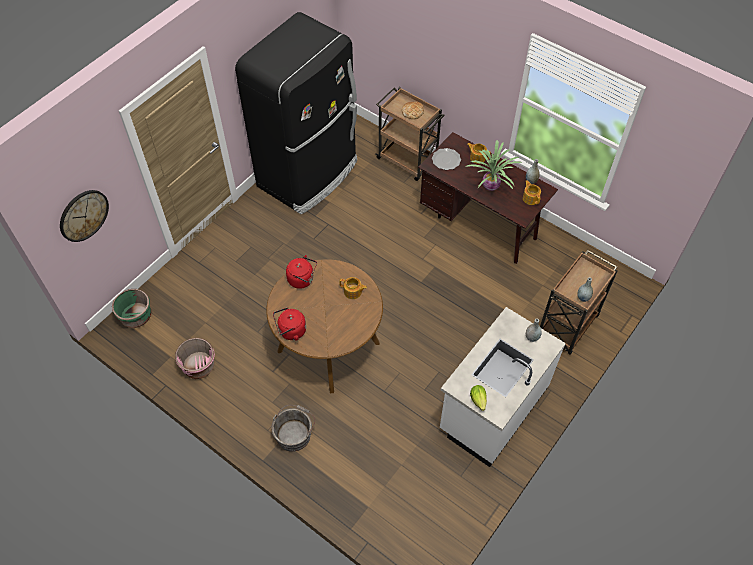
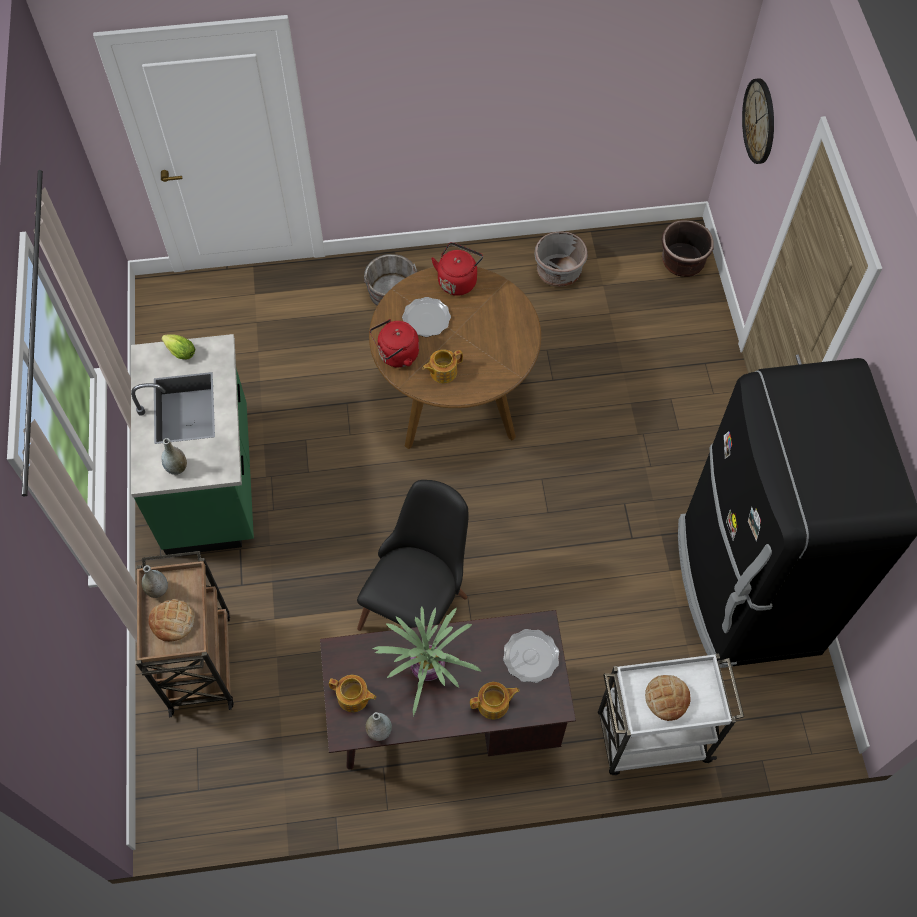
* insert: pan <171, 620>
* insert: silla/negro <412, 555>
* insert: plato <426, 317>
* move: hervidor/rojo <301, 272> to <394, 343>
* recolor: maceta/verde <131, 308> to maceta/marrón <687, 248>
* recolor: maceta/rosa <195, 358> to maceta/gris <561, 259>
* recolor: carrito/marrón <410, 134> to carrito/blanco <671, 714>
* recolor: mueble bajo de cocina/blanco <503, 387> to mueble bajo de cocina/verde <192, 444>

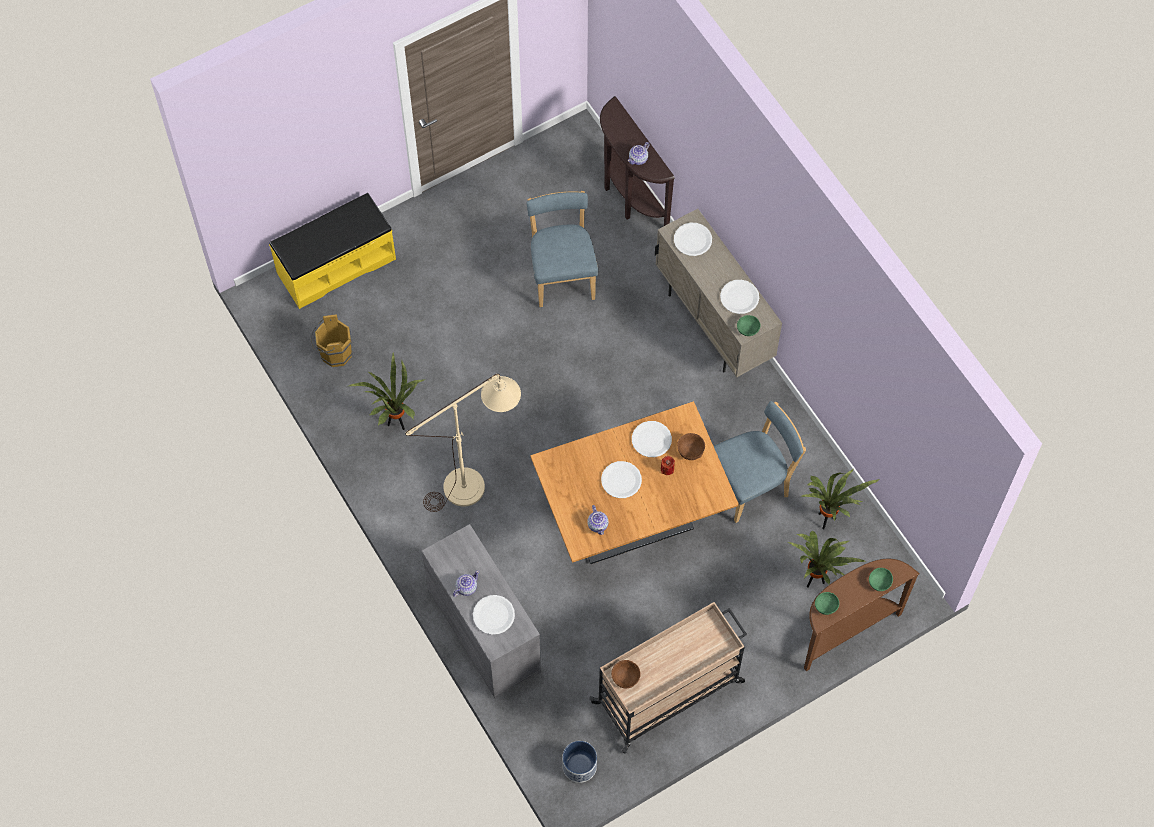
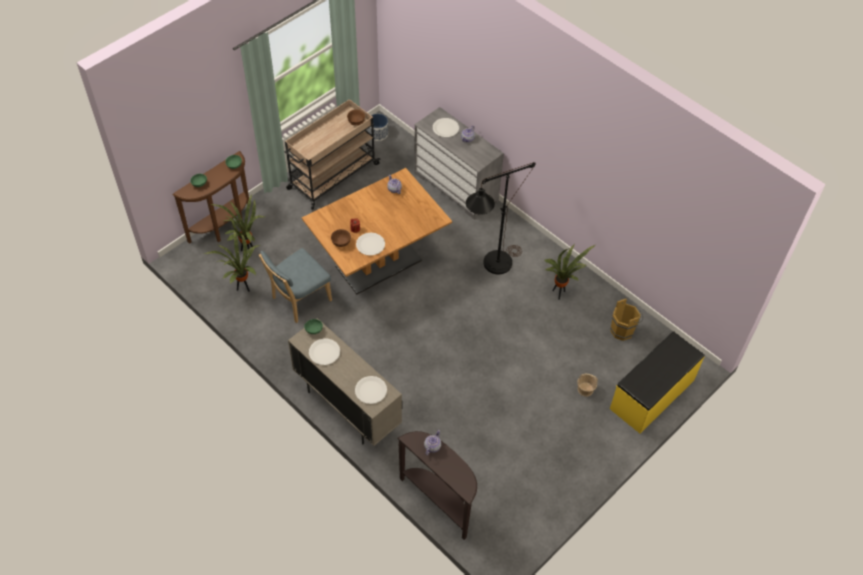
* delete: silla/azul <562, 249>
* delete: plato/blanco <621, 479>
* insert: cesta <587, 385>
* recolor: lámpara de pie/beis <463, 443> to lámpara de pie/negro <501, 218>

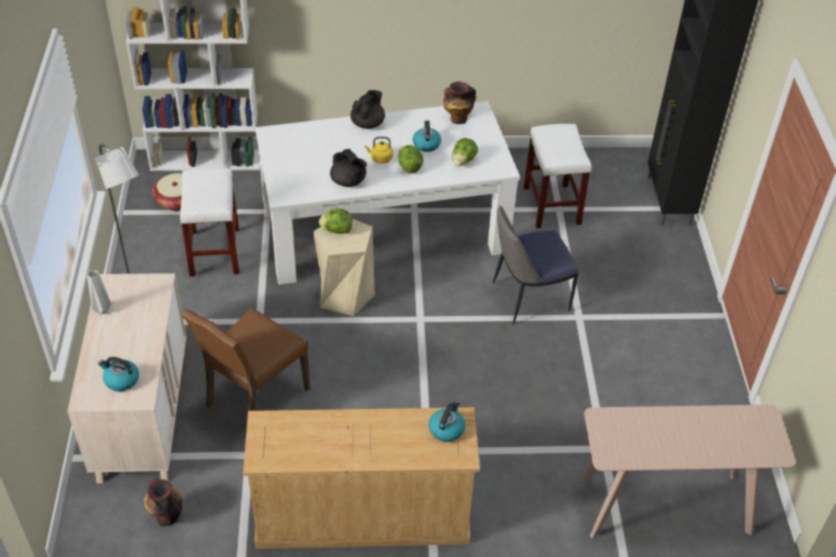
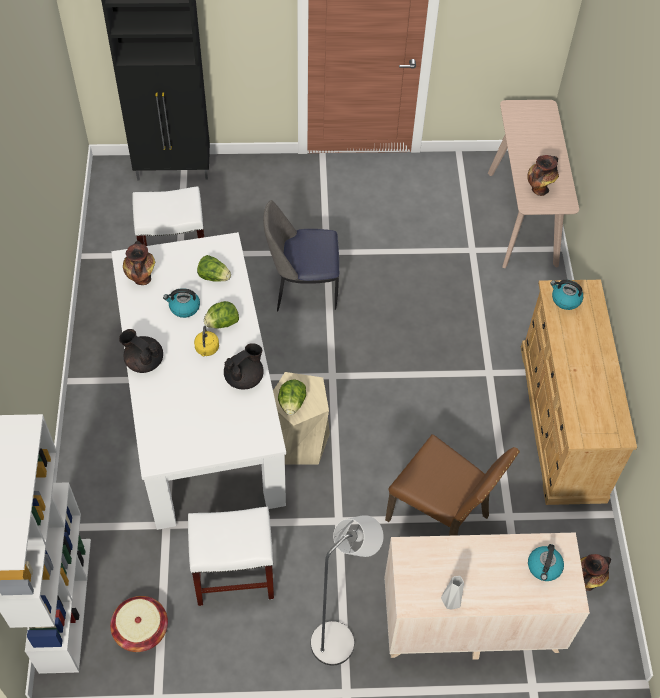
* insert: florero <543, 175>
* rotate: silla <536, 265> = <301, 256> 105 degrees clockwise

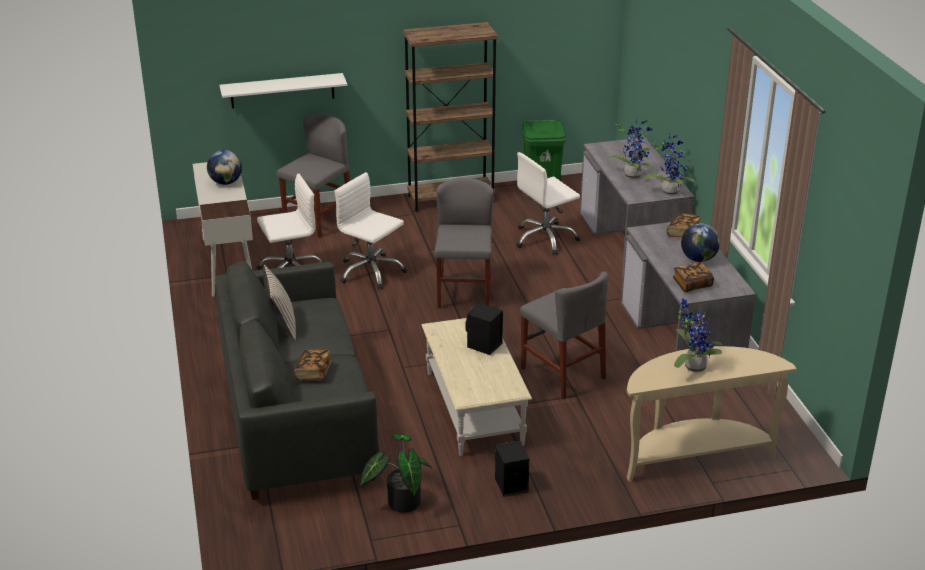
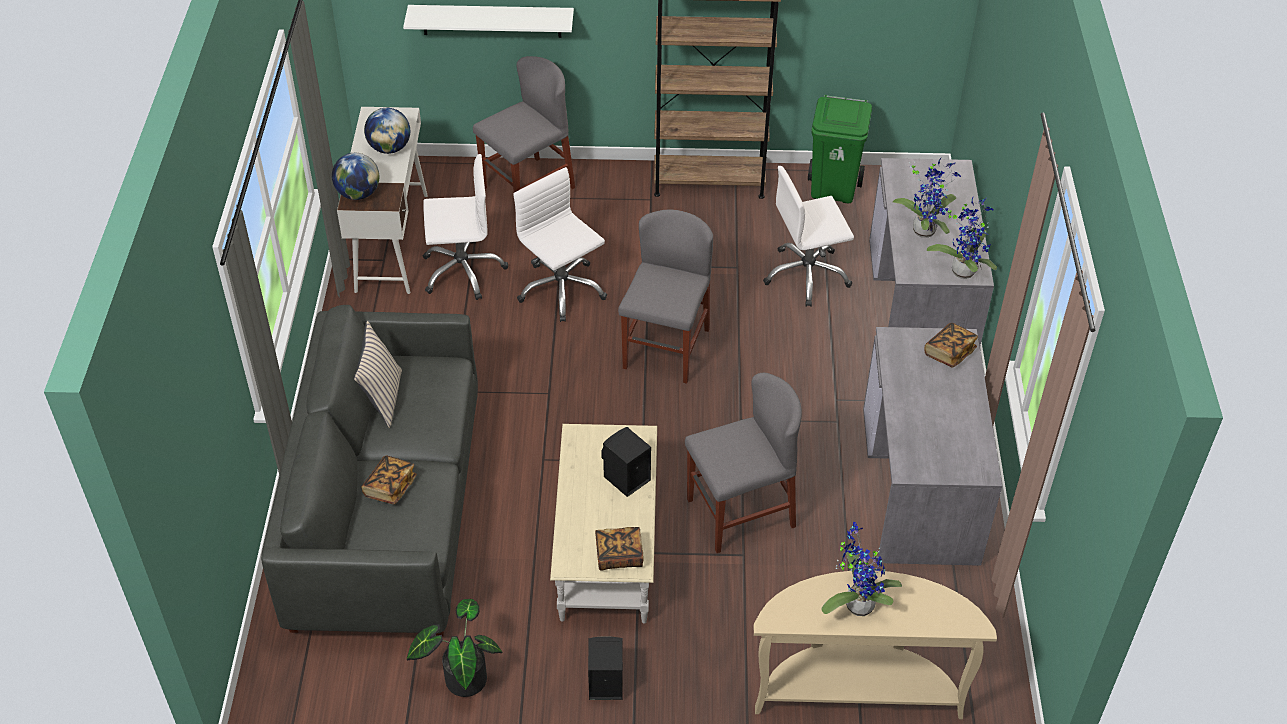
* move: libro <693, 277> to <619, 549>
* move: globo terráqueo <700, 243> to <355, 176>
* rotate: silla/gris <564, 335> = <743, 463> 90 degrees counterclockwise

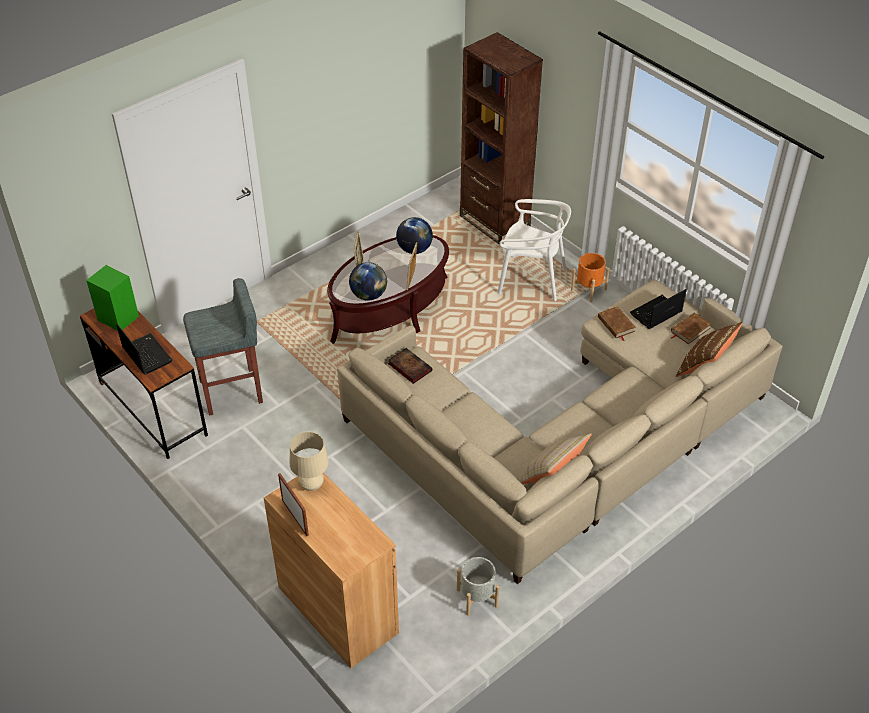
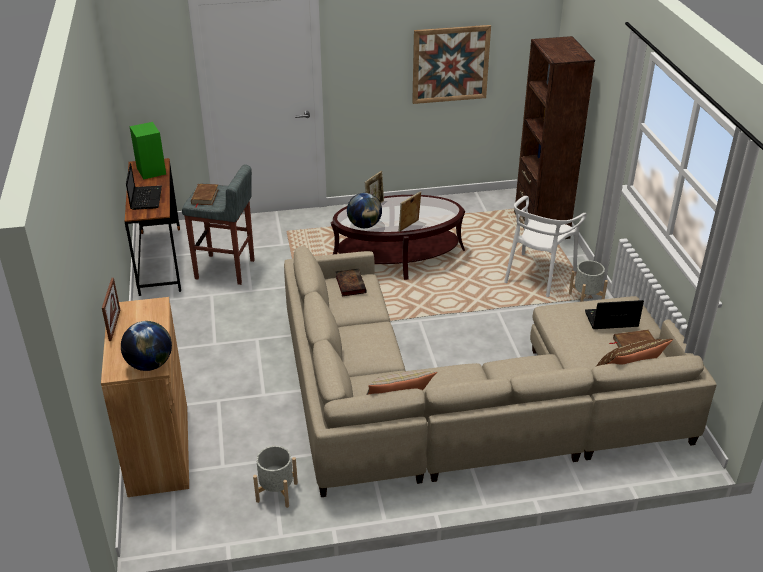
* delete: lámpara de mesa/beis <309, 461>
* insert: cuadro <451, 64>
* move: globo terráqueo <414, 235> to <146, 346>
* move: libro/marrón <617, 323> to <205, 196>
* recolor: maceta/naranja <590, 277> to maceta/gris <588, 281>
* rotate: silla/blanco <534, 250> = <545, 246> 75 degrees clockwise

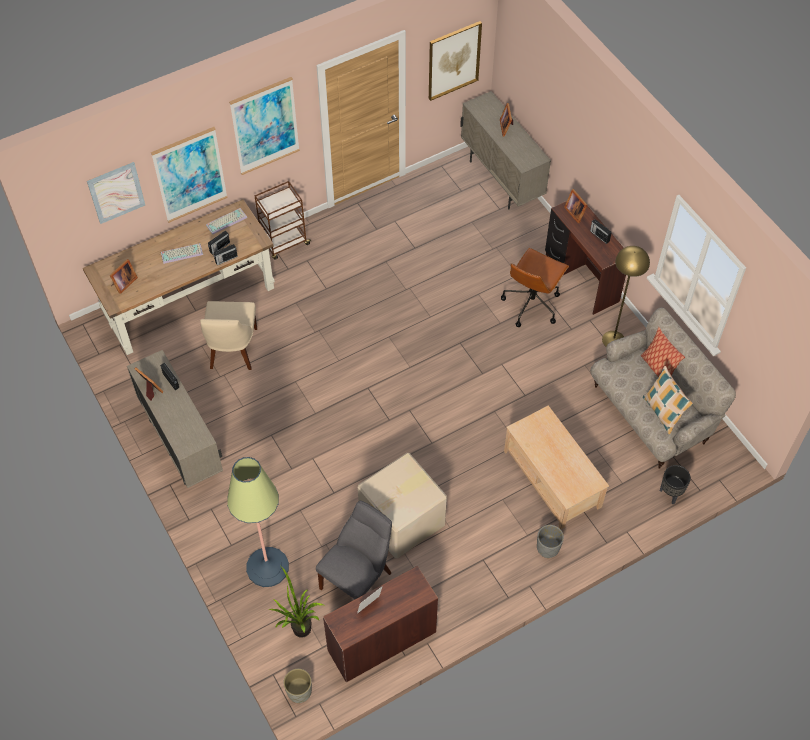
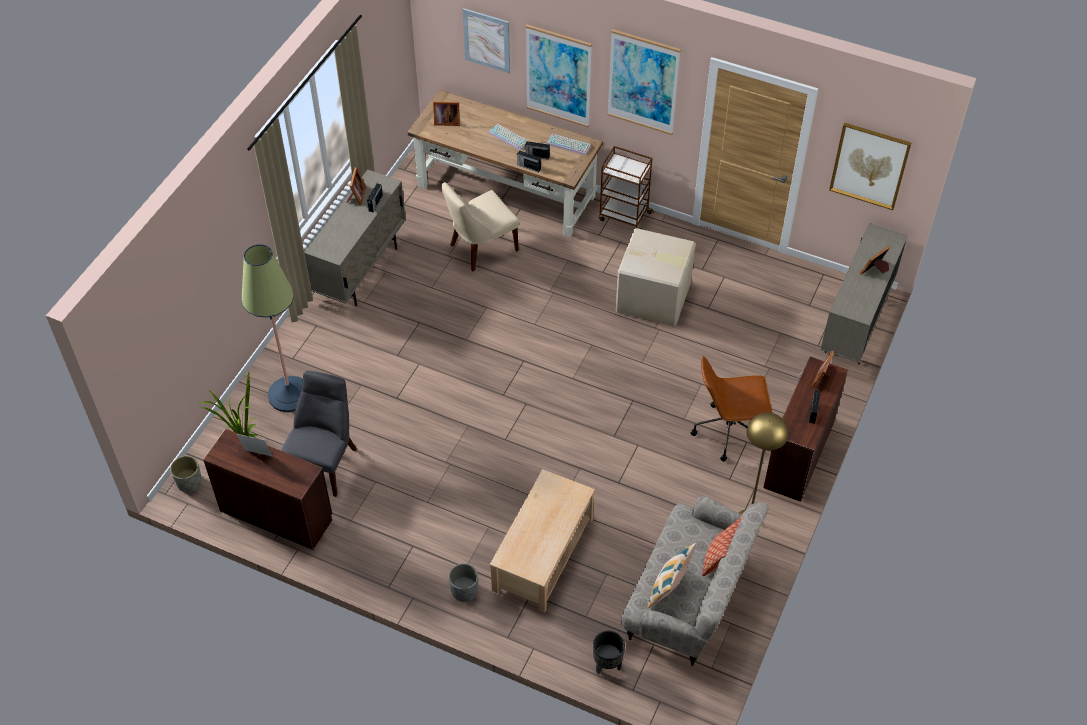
* move: caja de cartón <402, 506> to <656, 277>
* rotate: silla/gris <354, 550> = <319, 434> 75 degrees counterclockwise

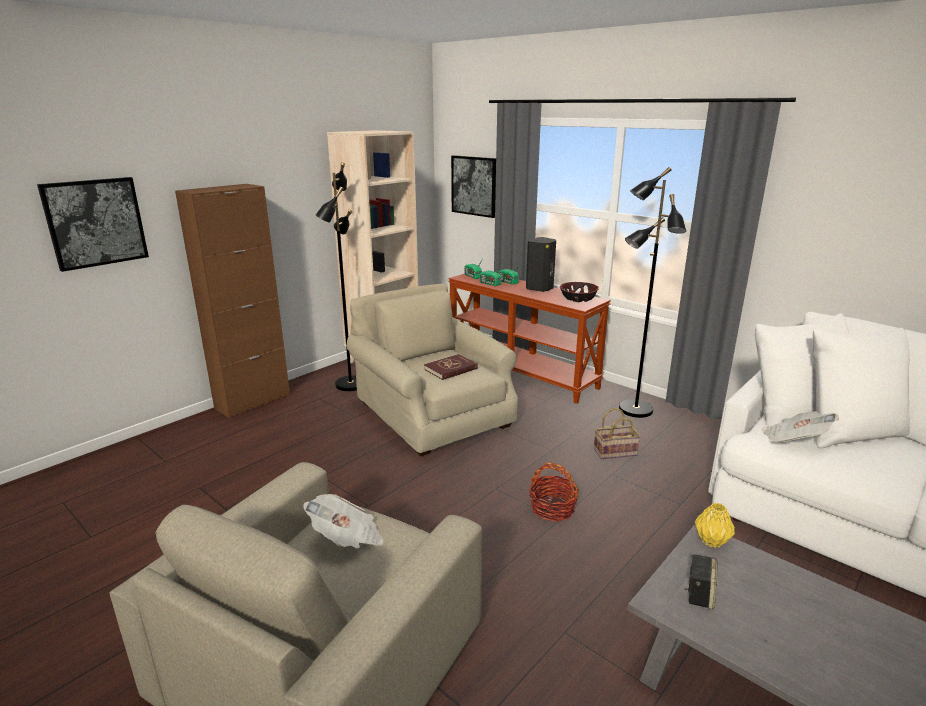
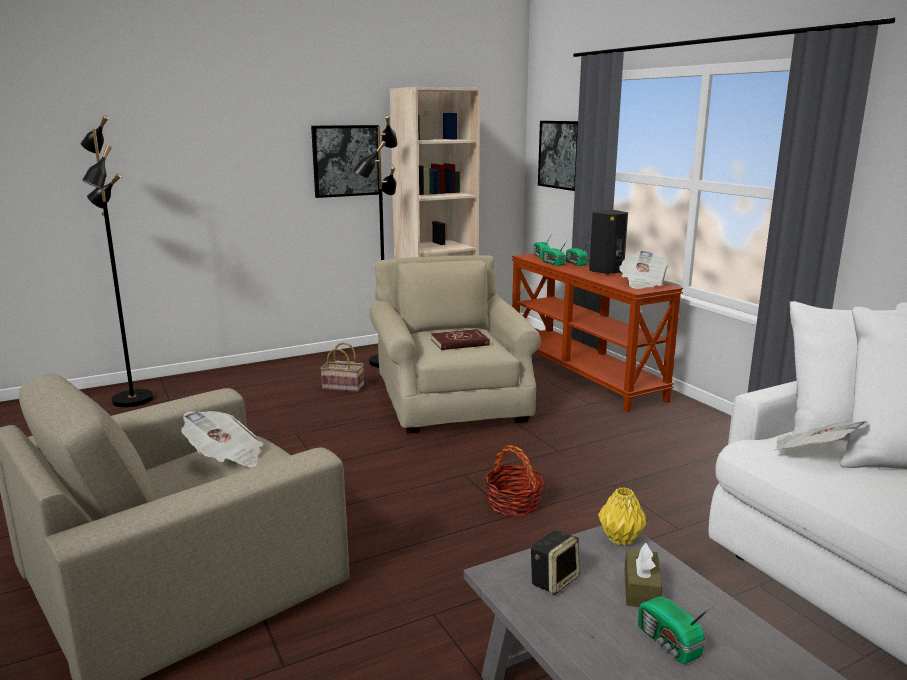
* delete: armario/marrón <232, 301>
* insert: caja de pañuelos/marrón <643, 575>
* insert: radio <676, 630>
* move: cuadro <93, 224> to <345, 161>
* move: cesta <617, 433> to <342, 367>
* move: lámpara de pie/negro <652, 292> to <117, 261>
* replace: cuenco <579, 292> to periódico <644, 269>

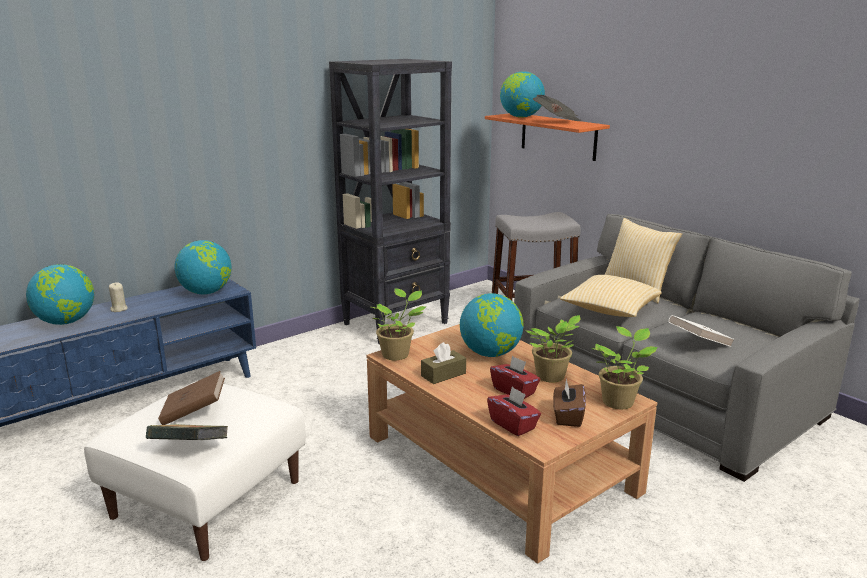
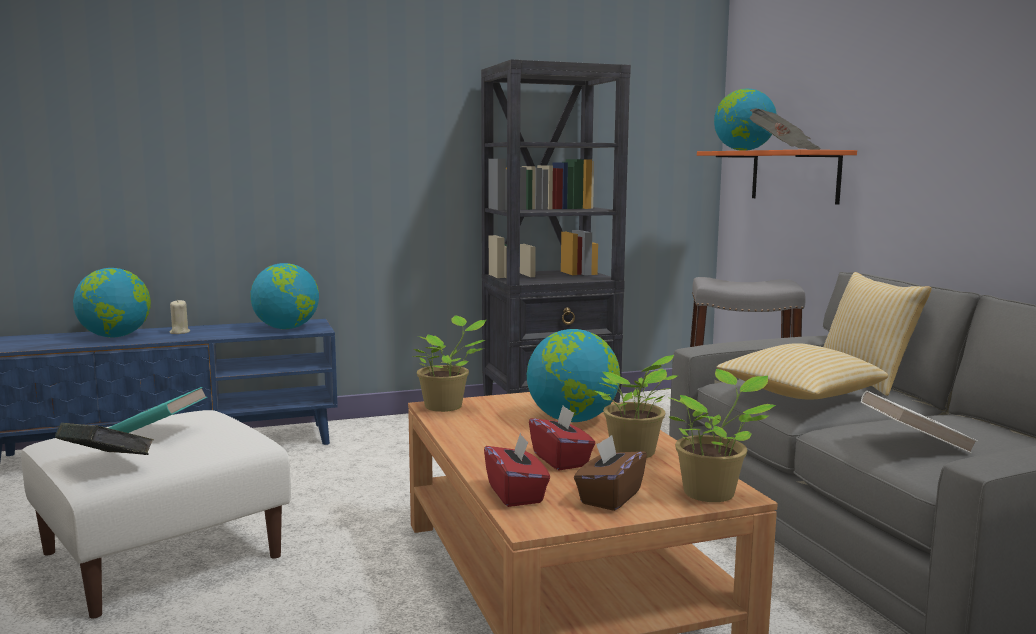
* delete: caja de pañuelos/marrón <443, 363>
* recolor: libro/marrón <191, 398> to libro/turquesa <158, 410>

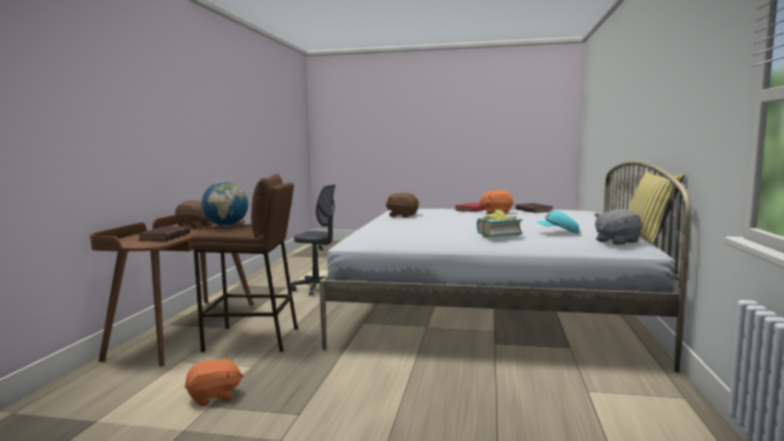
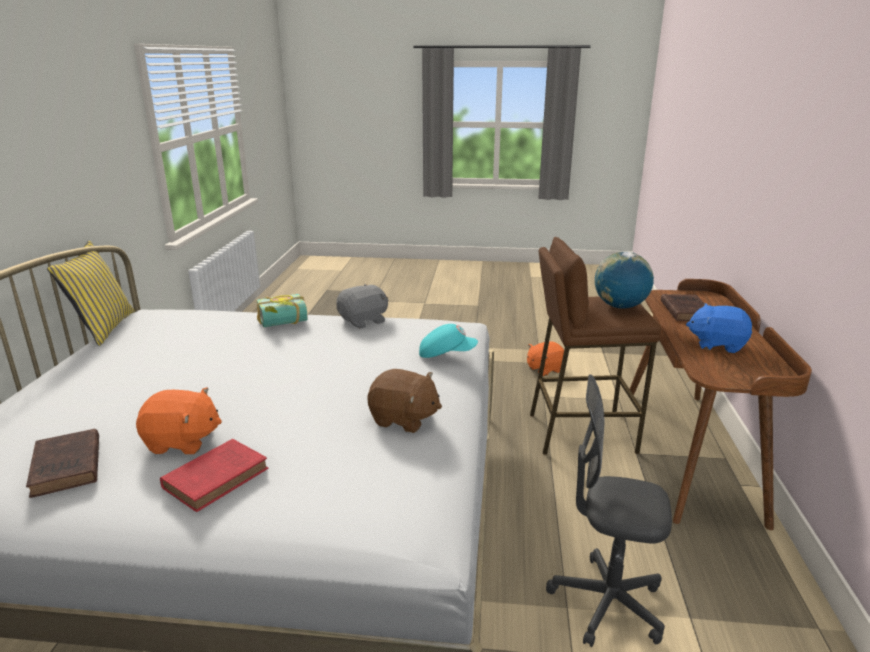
* move: gorra/turquesa <557, 222> to <448, 341>
* move: peluche/gris <618, 227> to <362, 306>
* recolor: peluche/marrón <194, 214> to peluche/azul <719, 328>

